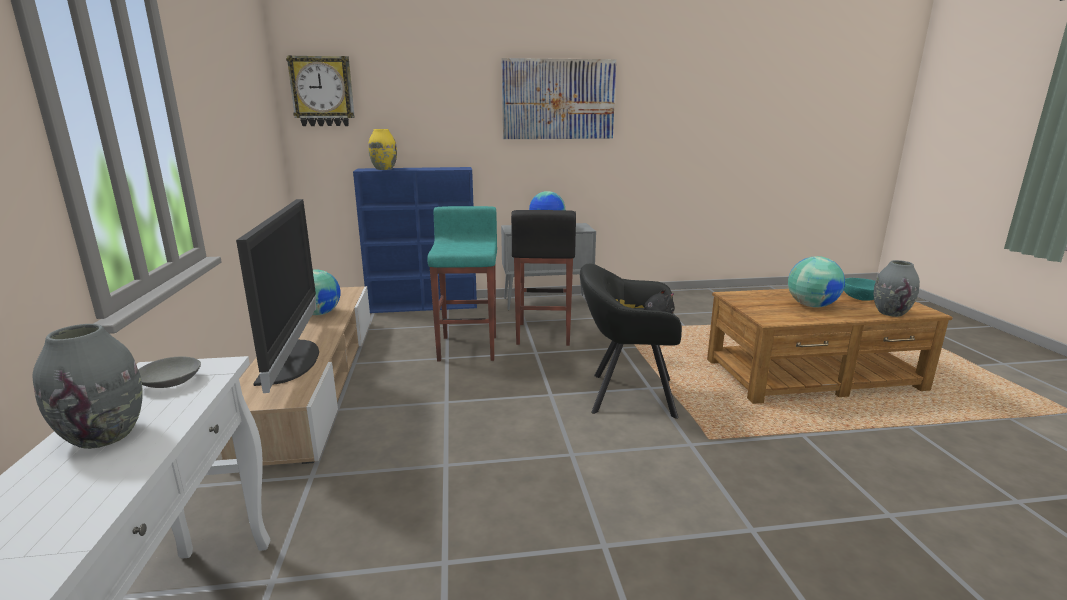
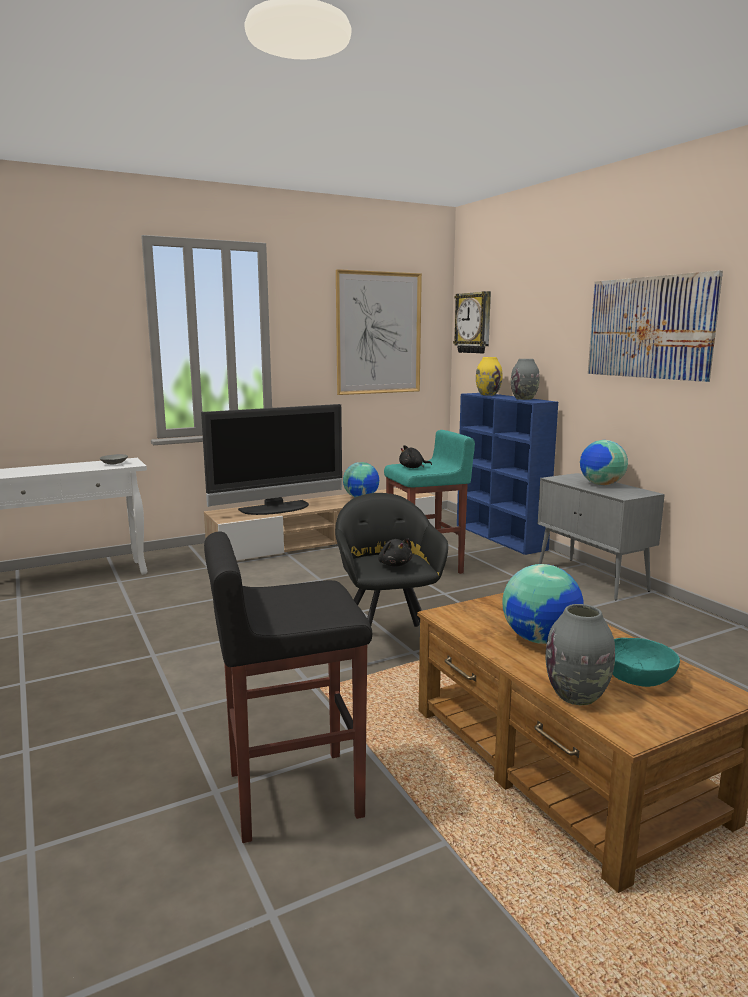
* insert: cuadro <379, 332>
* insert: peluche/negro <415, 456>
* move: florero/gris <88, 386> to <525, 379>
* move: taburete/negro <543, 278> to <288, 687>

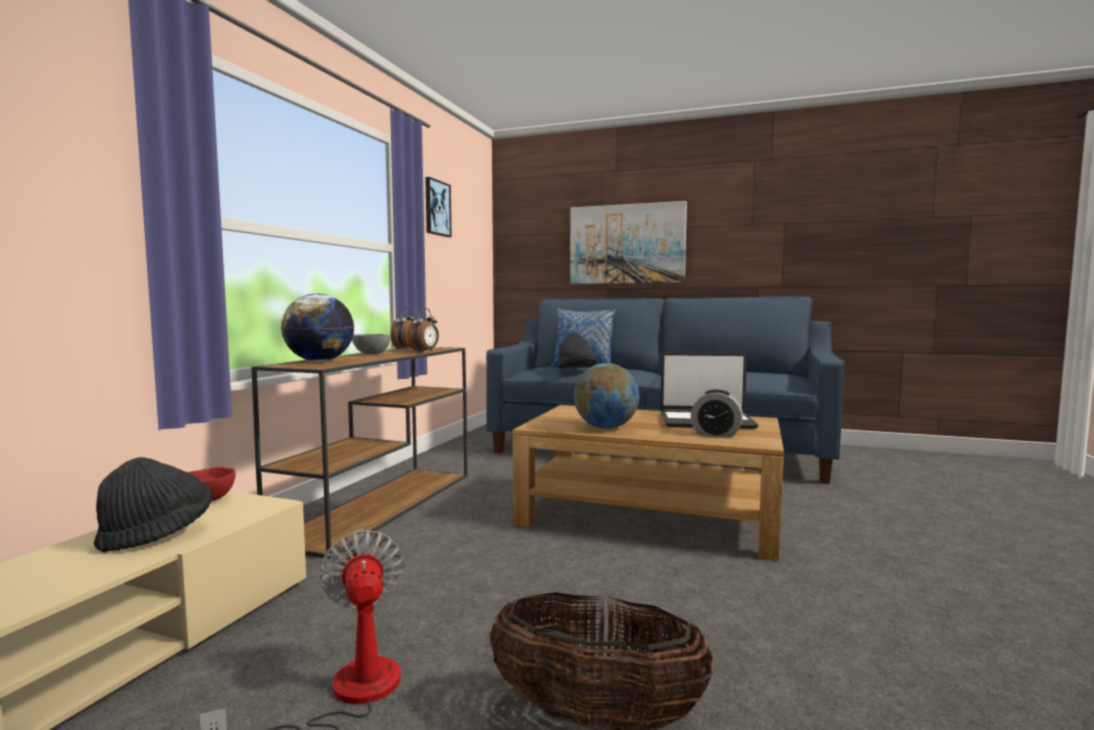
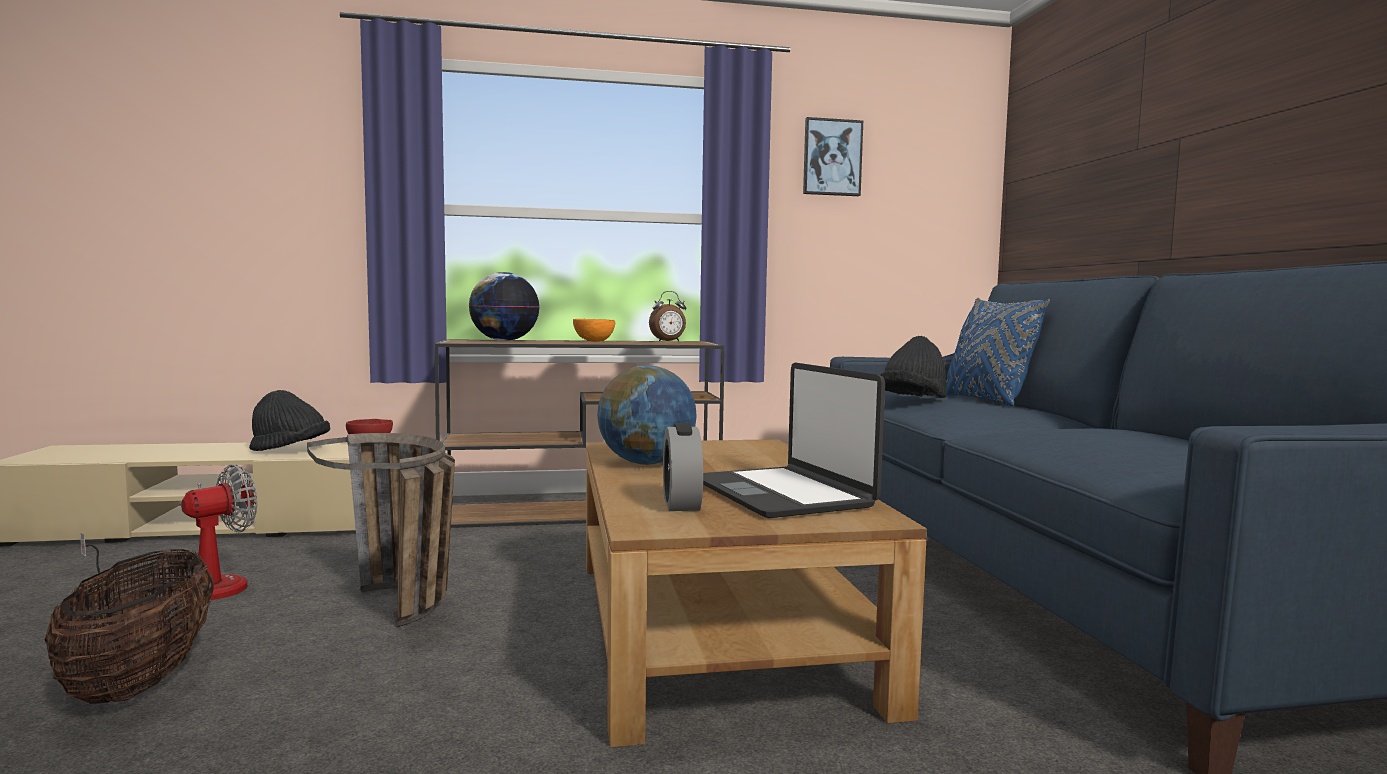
* delete: despertador <423, 330>
* delete: cuadro <628, 242>
* insert: cesta <381, 530>
* recolor: cuenco/gris <371, 344> to cuenco/naranja <594, 330>

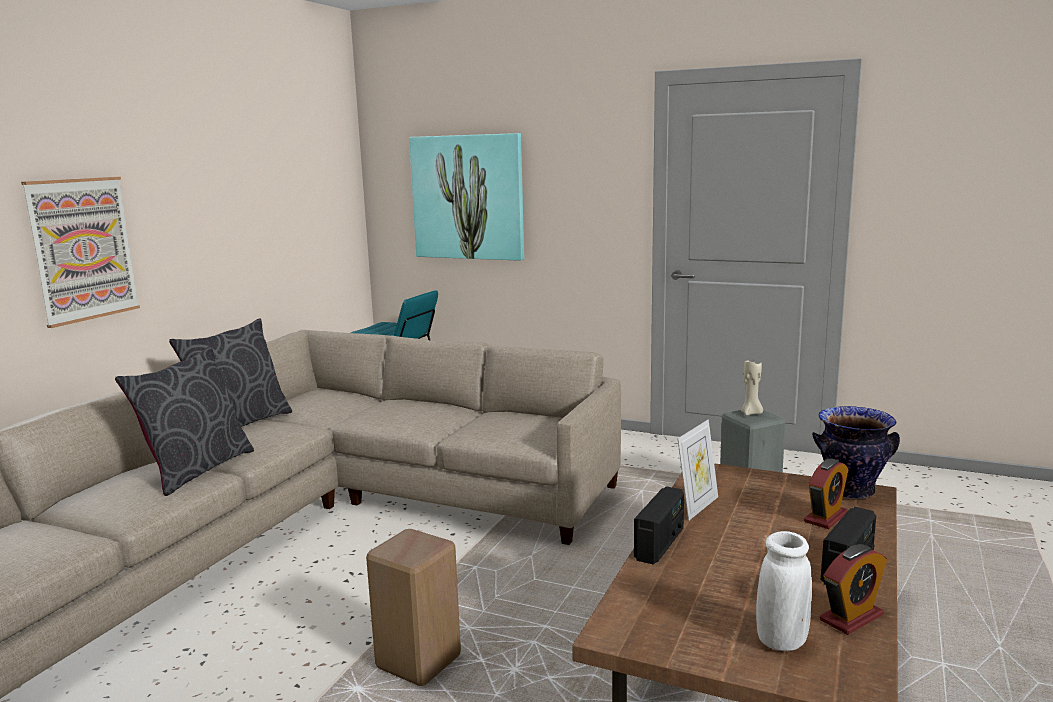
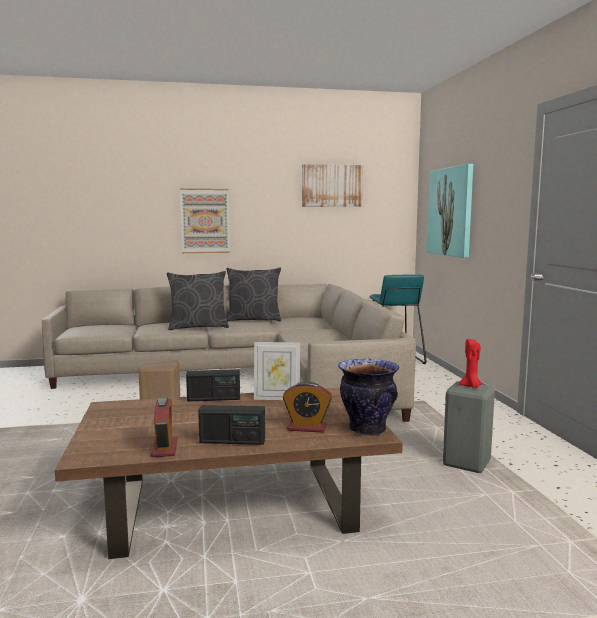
* delete: florero/blanco <784, 591>
* insert: cuadro <332, 185>
* recolor: vela/beis <752, 388> to vela/rojo <470, 363>
* rotate: despertador <853, 589> = <164, 427> 120 degrees counterclockwise

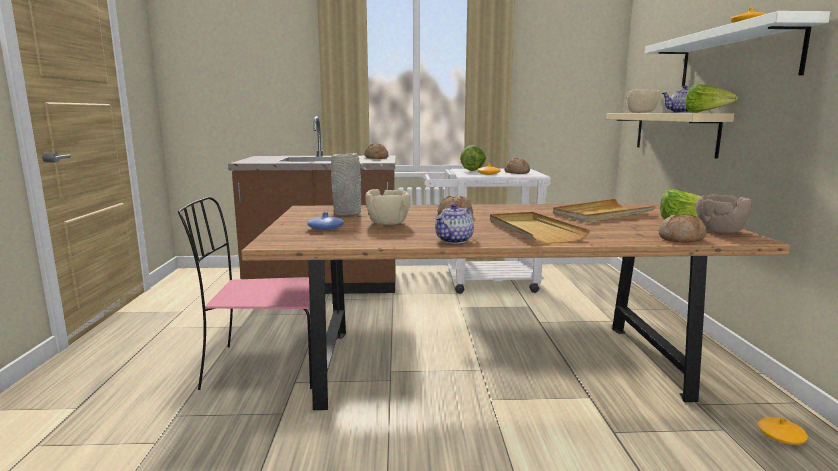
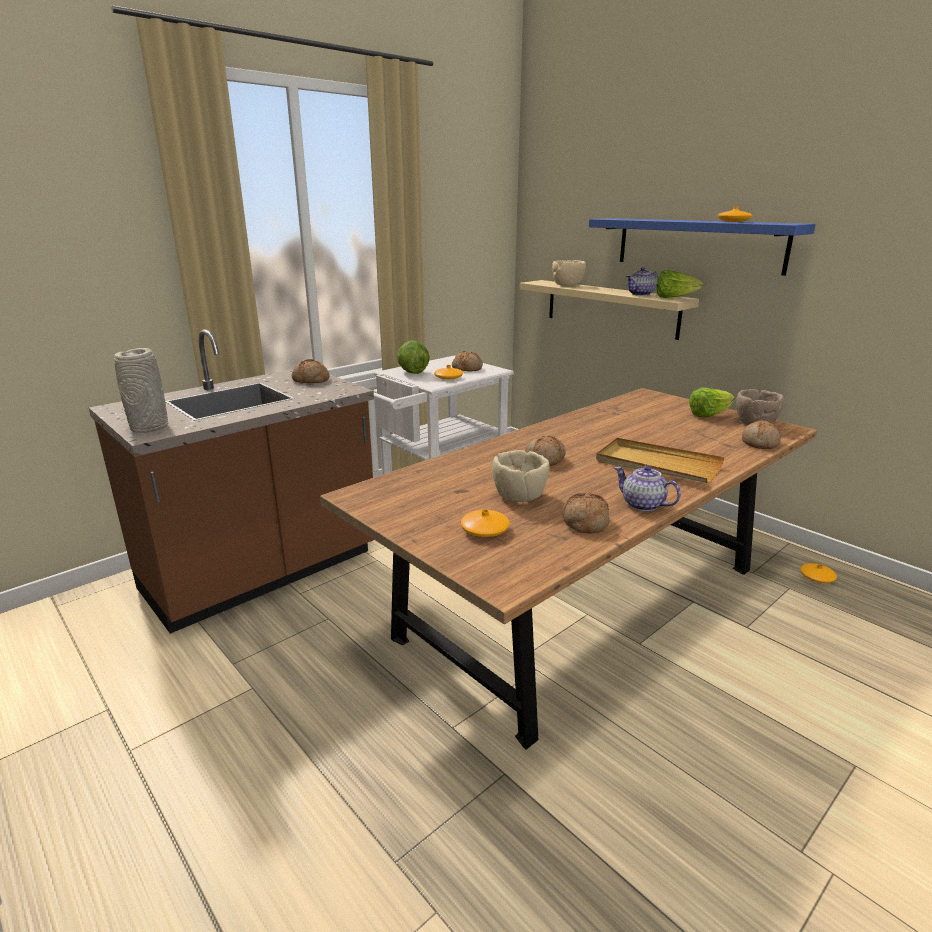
* delete: silla/rosa <245, 293>
* delete: bandeja/beis <604, 210>
* insert: pan <585, 513>
* move: florero/gris <346, 184> to <141, 390>
* recolor: florero/azul <325, 221> to florero/naranja <485, 523>
* recolor: estante/blanco <737, 48> to estante/azul <702, 247>
* rotate: tetera <454, 223> = <647, 488> 135 degrees clockwise

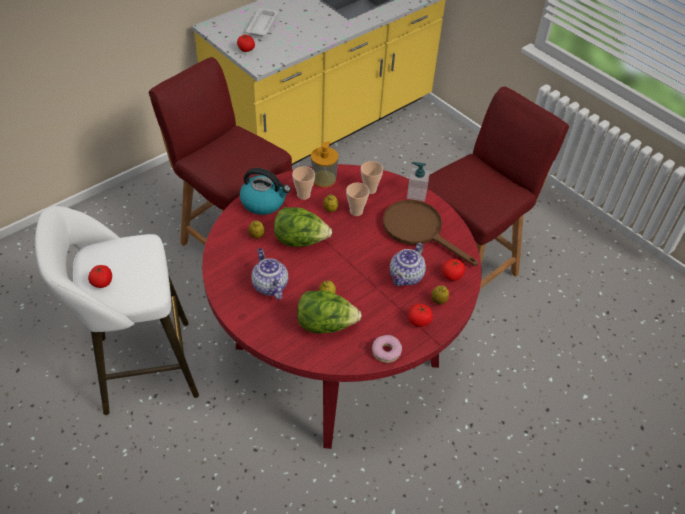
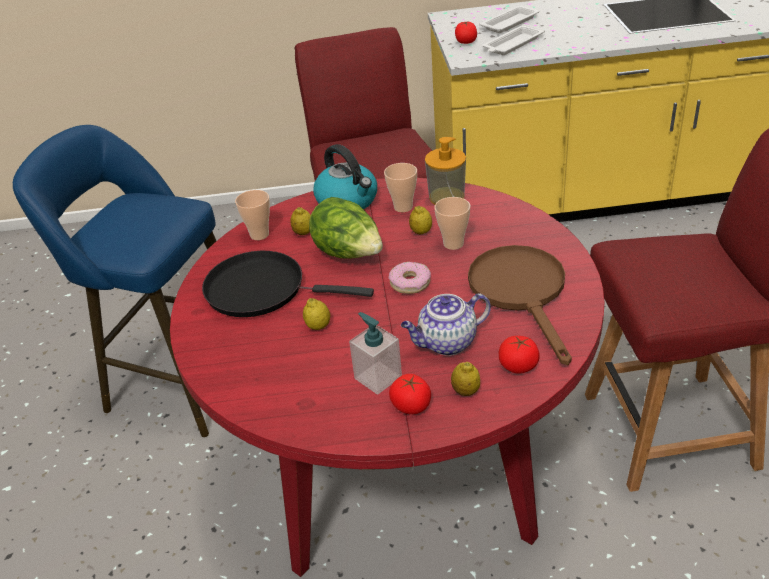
* delete: tomate <100, 276>
* delete: lechuga <329, 312>
* insert: bandeja/blanco <514, 39>
* move: taza <372, 177> to <252, 215>
* move: rosquilla <387, 349> to <410, 278>
* move: dispensador de jabón <418, 182> to <375, 353>
* replace: tetera <269, 274> to sartén/negro <288, 284>
* recolor: taburete/blanco <117, 310> to taburete/azul <114, 281>

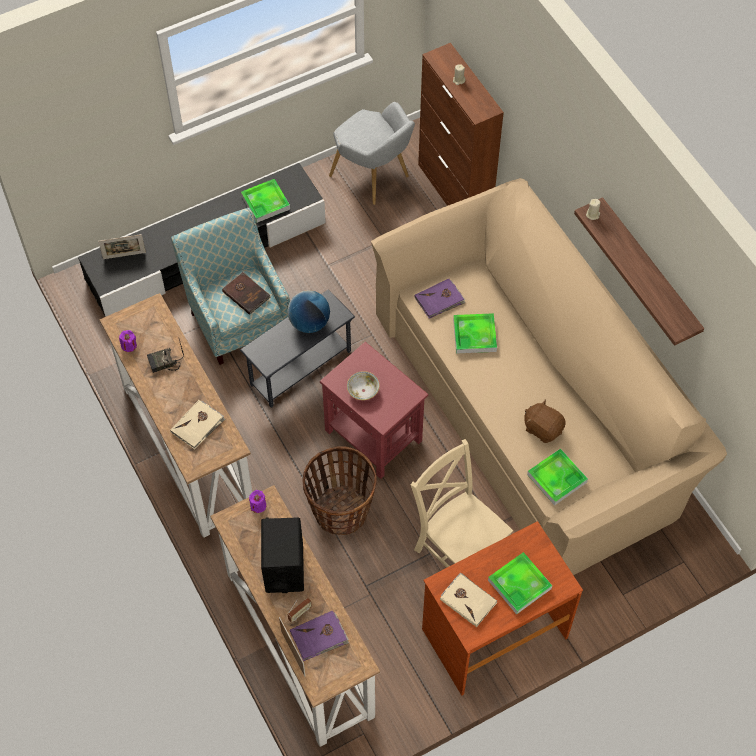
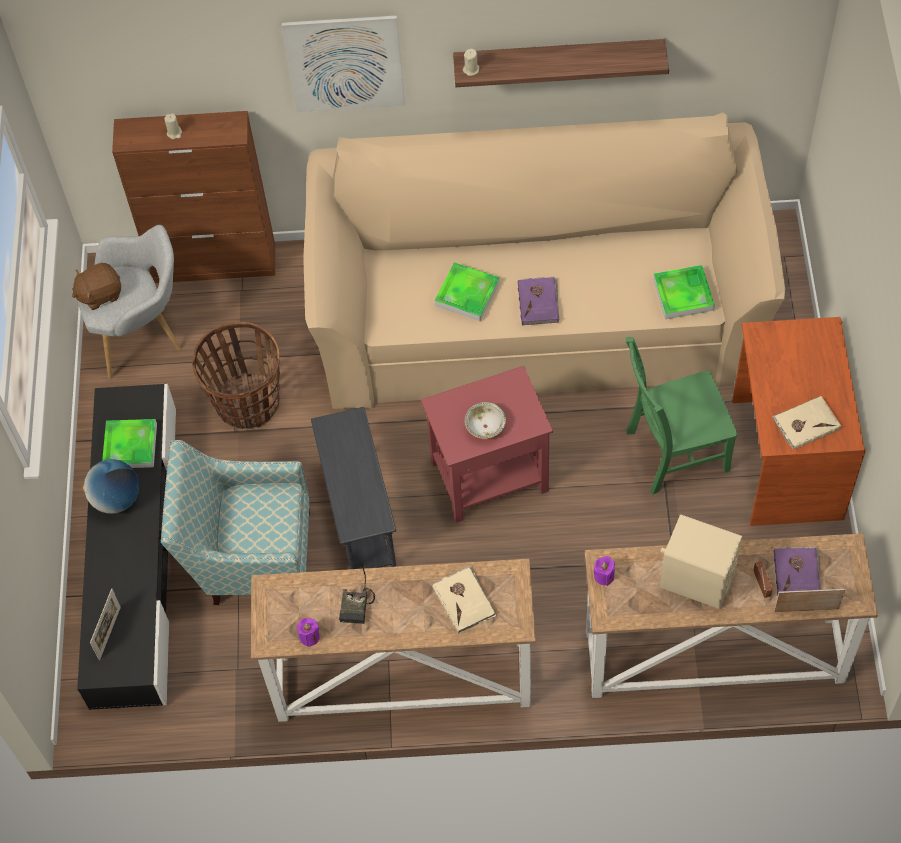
* delete: libro/marrón <246, 293>
* delete: bandeja <520, 583>
* insert: cuadro <343, 63>
* move: globo terráqueo <308, 311> to <111, 486>
* move: cesta <340, 490> to <236, 375>
* move: libro/morado <439, 299> to <539, 300>
* move: peluche/marrón <545, 421> to <96, 286>
* recolor: altavoz/negro <282, 555> to altavoz/beis <701, 561>
* recolor: silla/beis <462, 503> to silla/verde <682, 415>

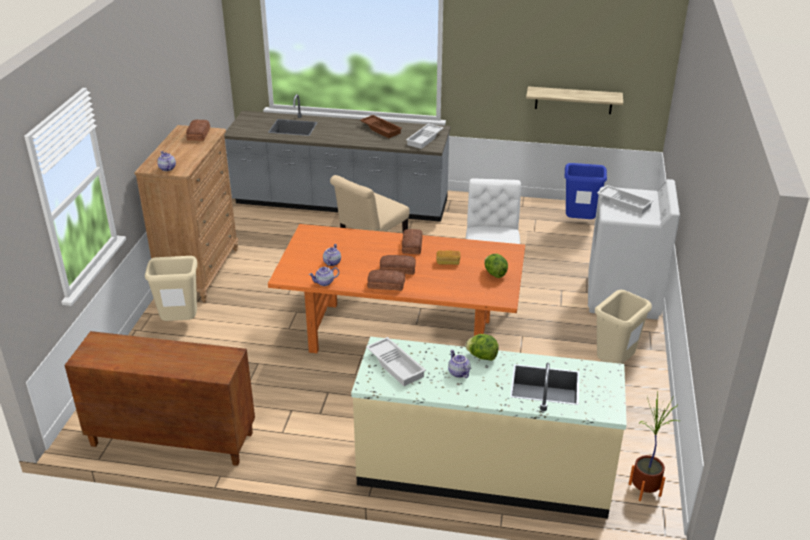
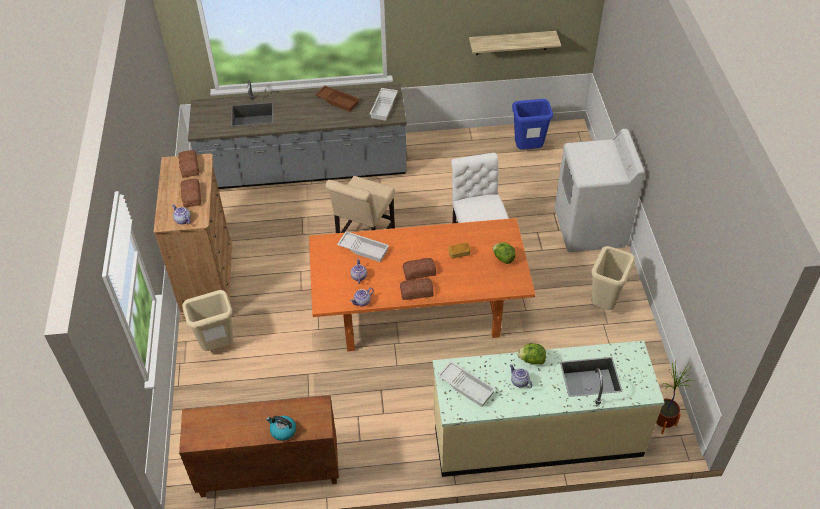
* insert: hervidor <281, 428>
* move: pan <412, 241> to <191, 193>
* move: bandeja/blanco <625, 199> to <363, 246>

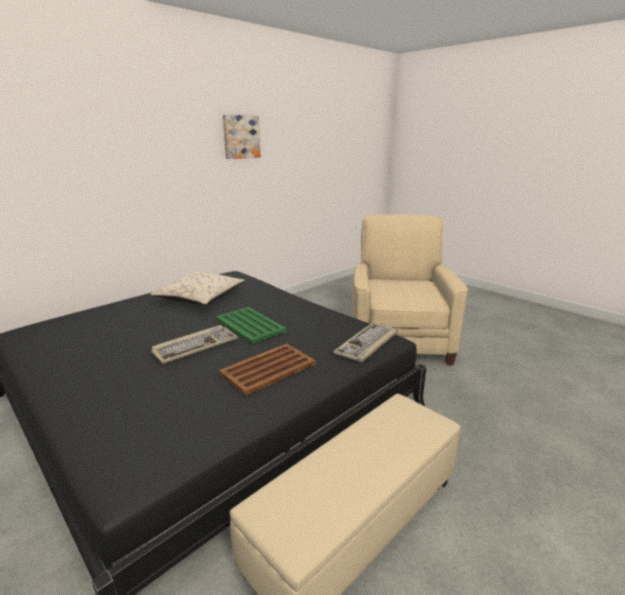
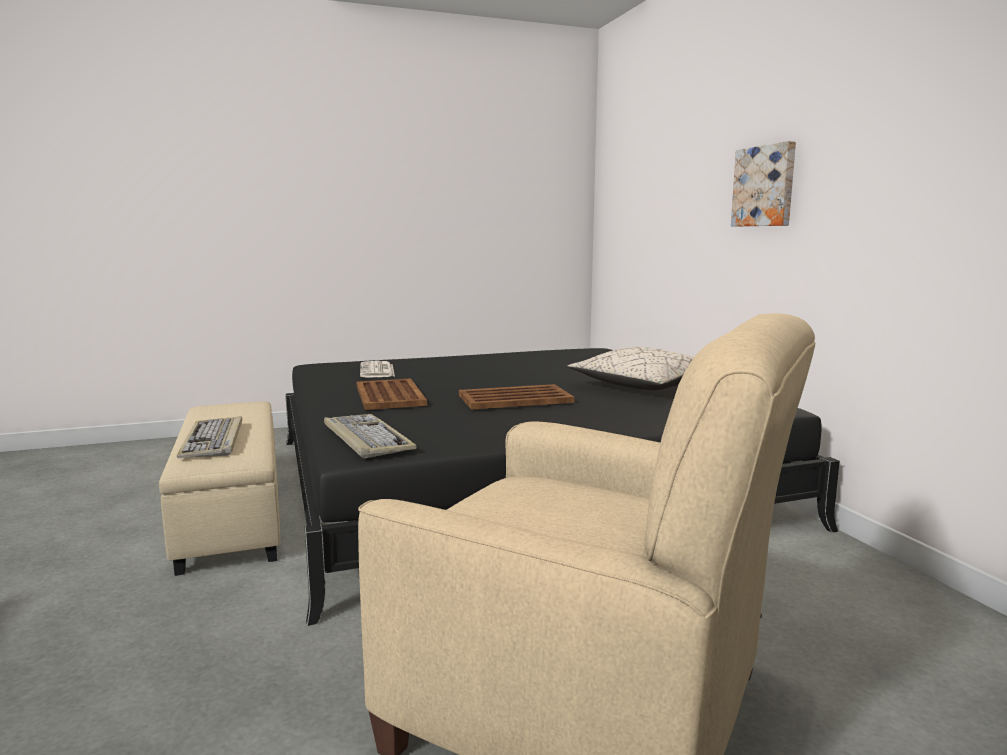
* insert: periódico <377, 369>
* move: teclado <195, 344> to <209, 437>
* move: cuadro <242, 137> to <763, 183>
* recolor: bandeja/verde <251, 325> to bandeja/marrón <517, 397>

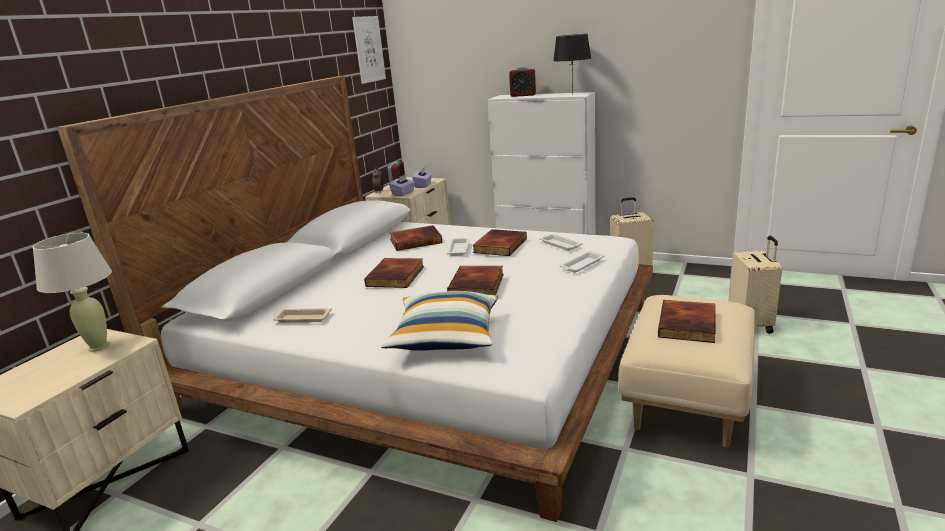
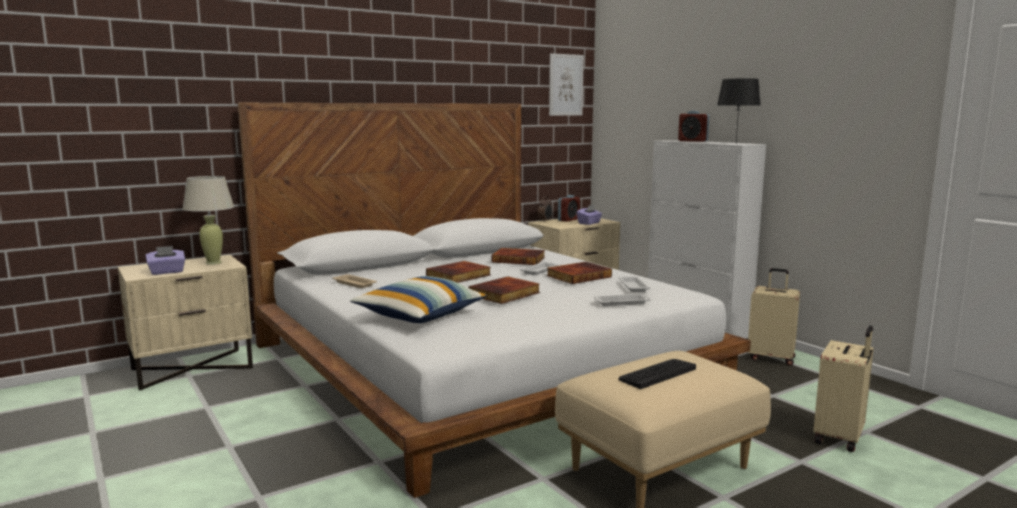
* move: caja de pañuelos/morado <402, 185> to <165, 260>
* replace: libro <686, 321> to teclado <657, 374>

